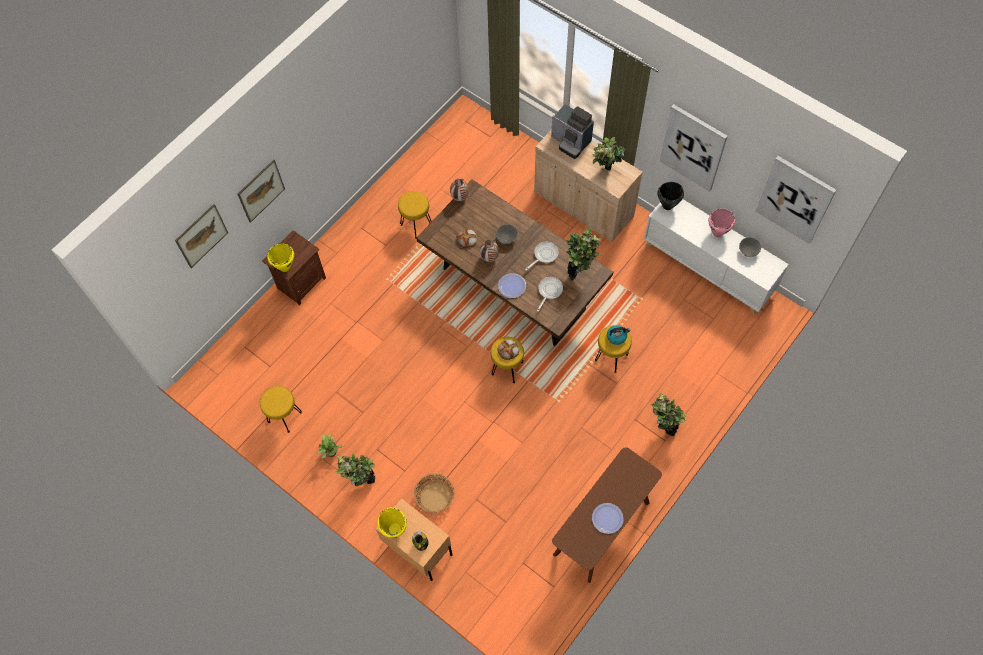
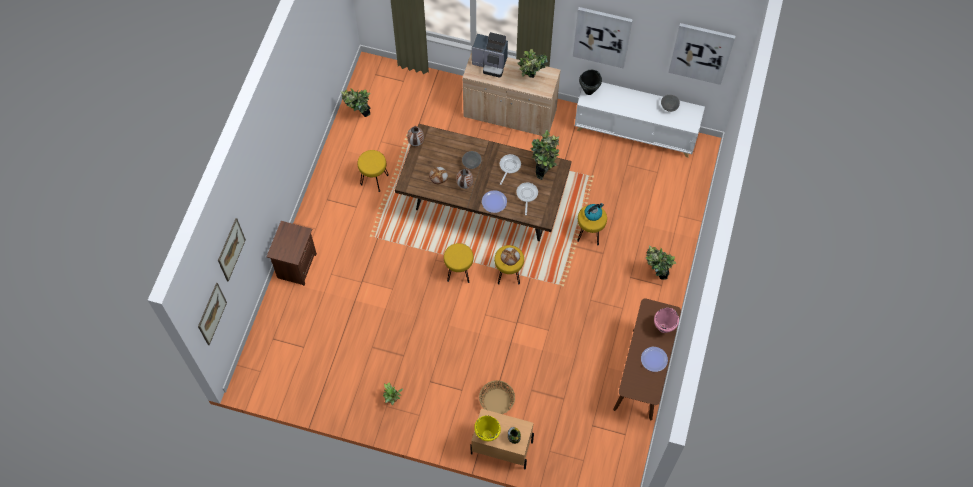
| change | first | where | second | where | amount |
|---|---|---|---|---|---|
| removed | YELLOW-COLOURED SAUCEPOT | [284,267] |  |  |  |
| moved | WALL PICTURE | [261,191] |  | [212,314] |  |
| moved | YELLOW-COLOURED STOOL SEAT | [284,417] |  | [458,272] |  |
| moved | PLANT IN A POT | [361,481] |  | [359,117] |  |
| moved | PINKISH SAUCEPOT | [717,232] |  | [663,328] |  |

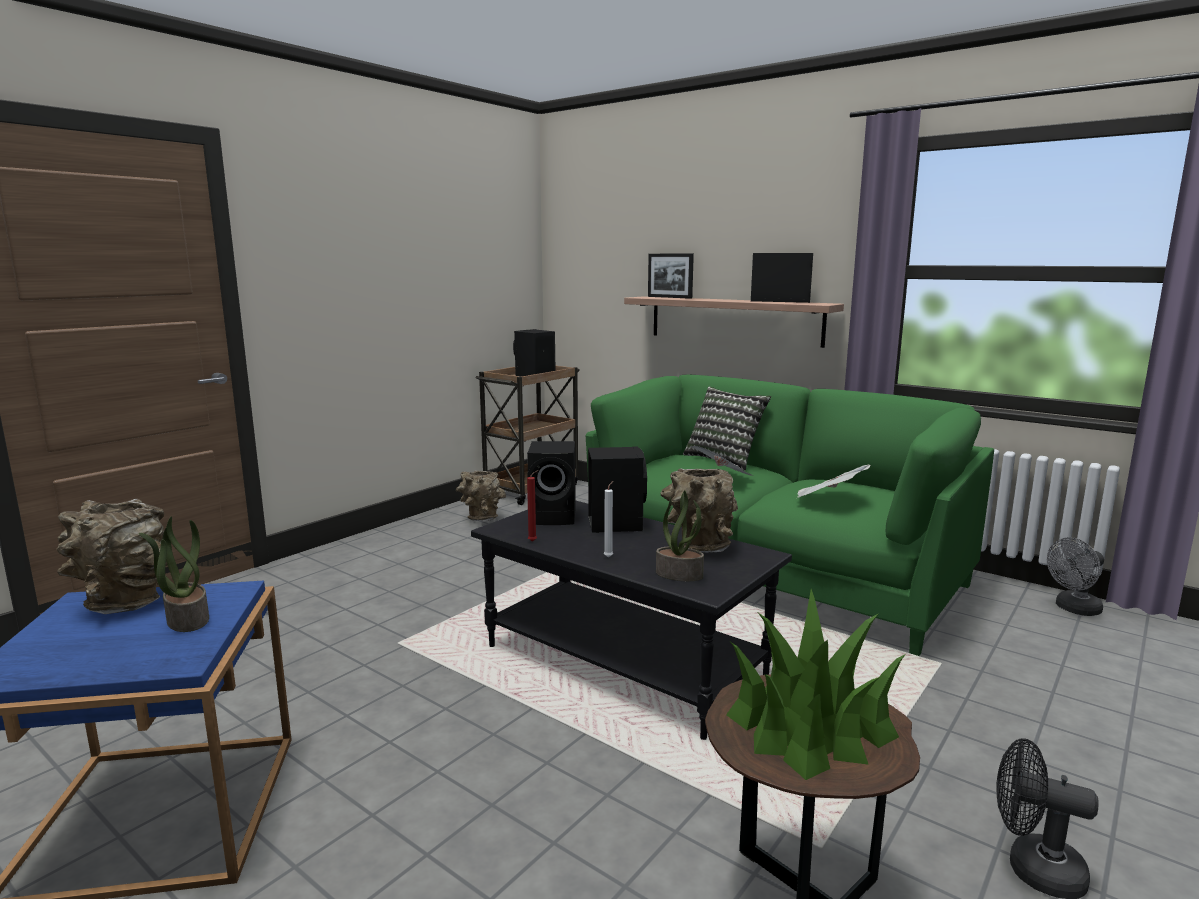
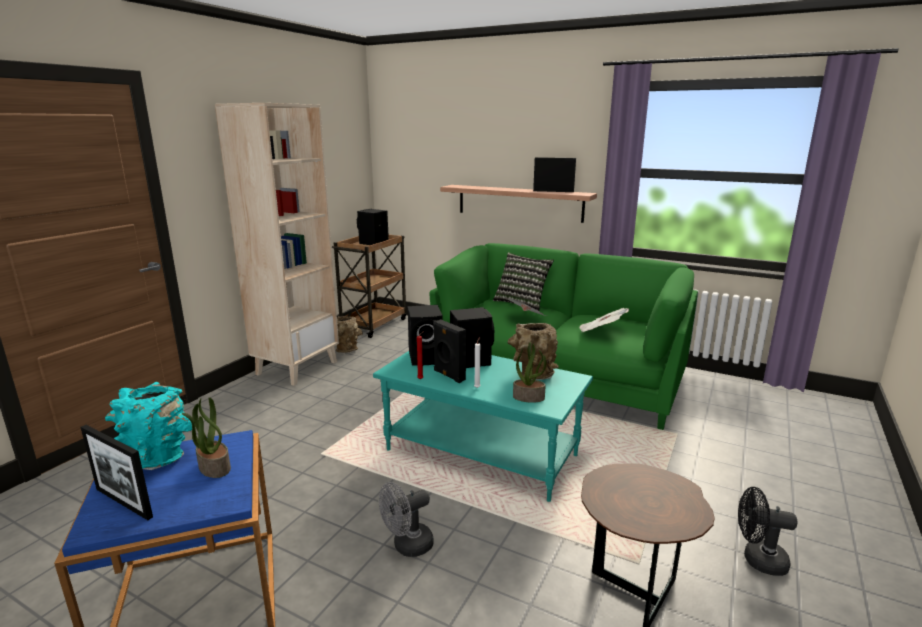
| change | first | where | second | where | amount |
|---|---|---|---|---|---|
| removed | PLANT IN A POT | [809,727] |  |  |  |
| added |  |  | BEIGE BOOKSHELF | [297,367] |  |
| added |  |  | BLACK-COLOURED AUDIO SPEAKER | [448,375] |  |
| moved | PICTURE FRAME | [669,297] |  | [123,503] |  |
| moved | GREY FAN | [1073,609] |  | [407,546] |  |
| recoloured | BROWN-COLOURED VASE | [125,602] | BLUE-GREEN VASE | [157,458] |  |
| recoloured | BLACK-COLOURED COFFEE TABLE | [625,662] | BLUE-GREEN COFFEE TABLE | [482,452] |  |

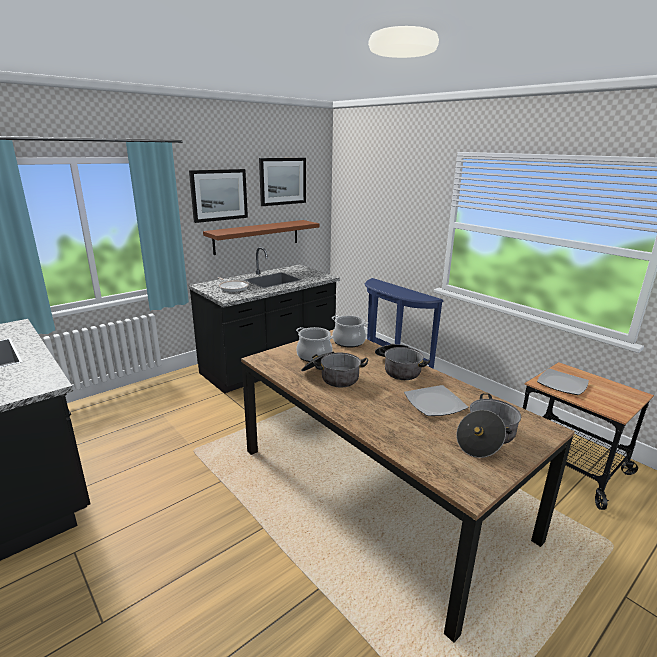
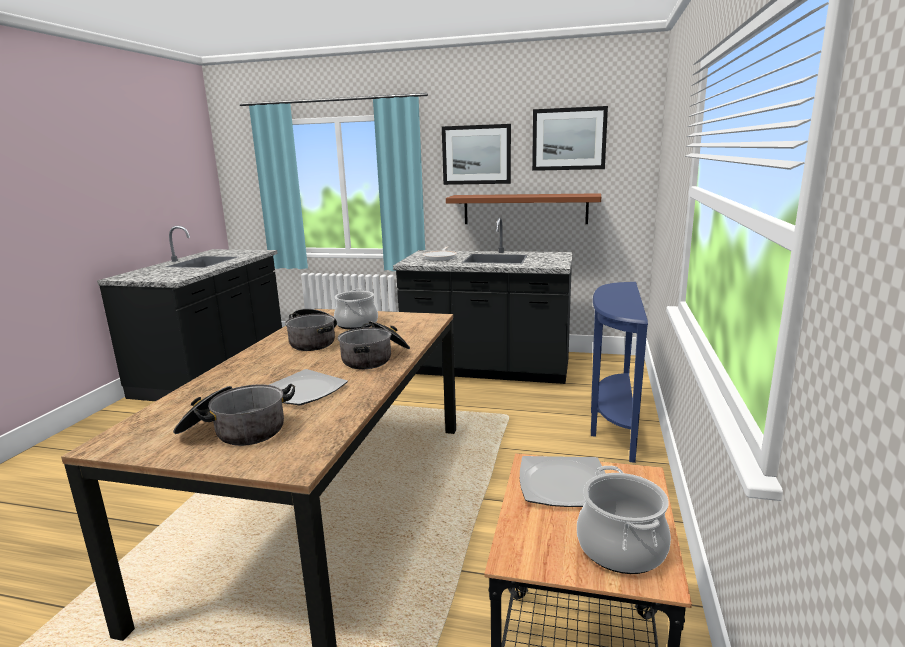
| change | first | where | second | where | amount |
|---|---|---|---|---|---|
| moved | SAUCEPOT | [349,342] |  | [621,548] |  |

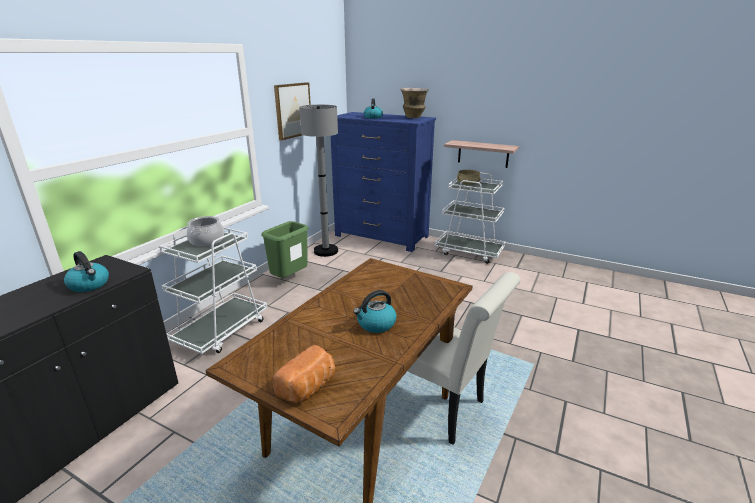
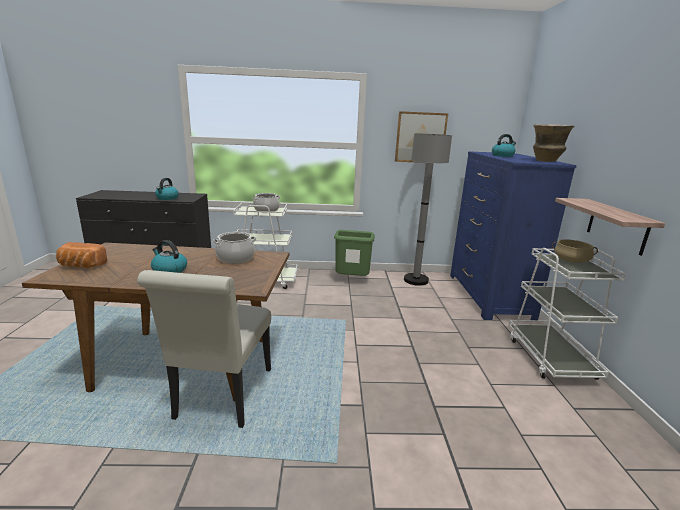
| change | first | where | second | where | amount |
|---|---|---|---|---|---|
| added |  |  | SAUCEPOT | [235,258] |  |

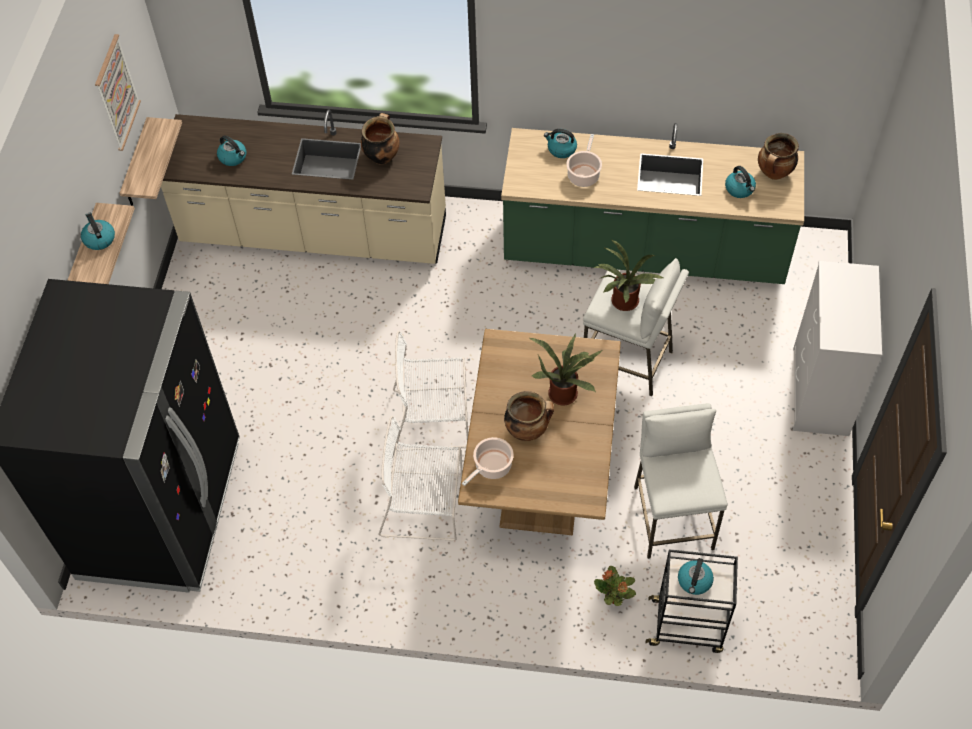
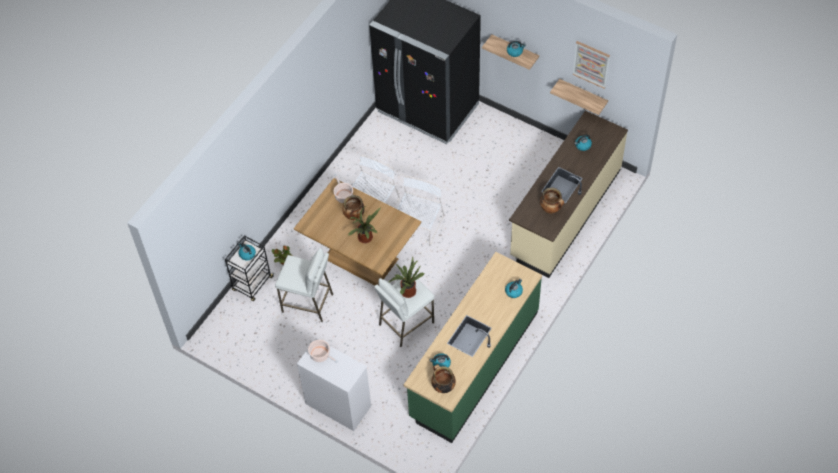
| change | first | where | second | where | amount |
|---|---|---|---|---|---|
| moved | SAUCEPOT | [584,174] |  | [321,355] |  |

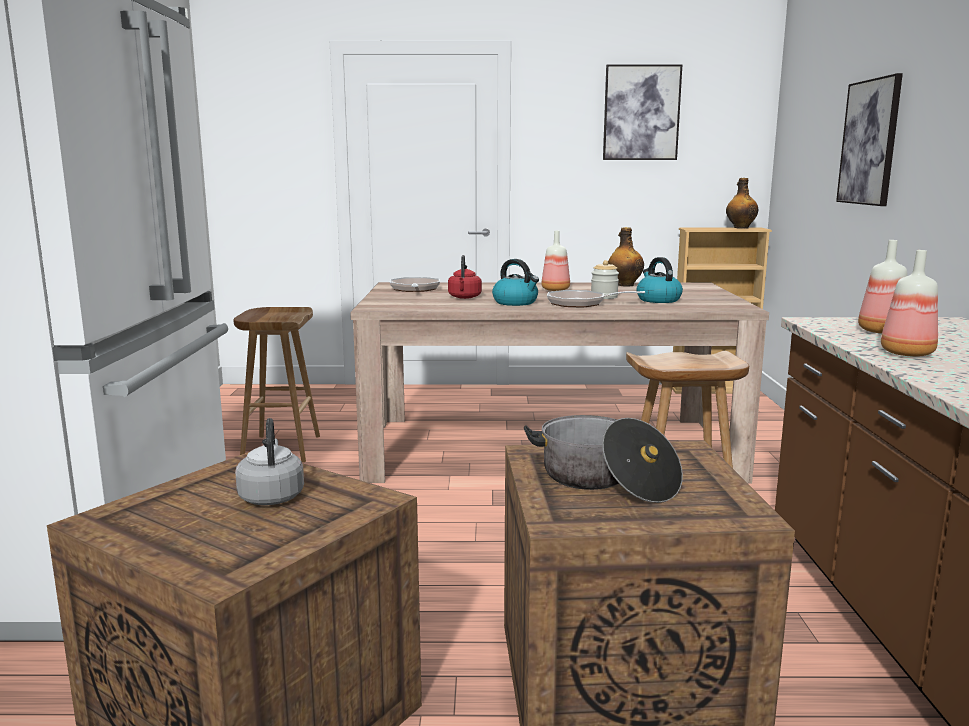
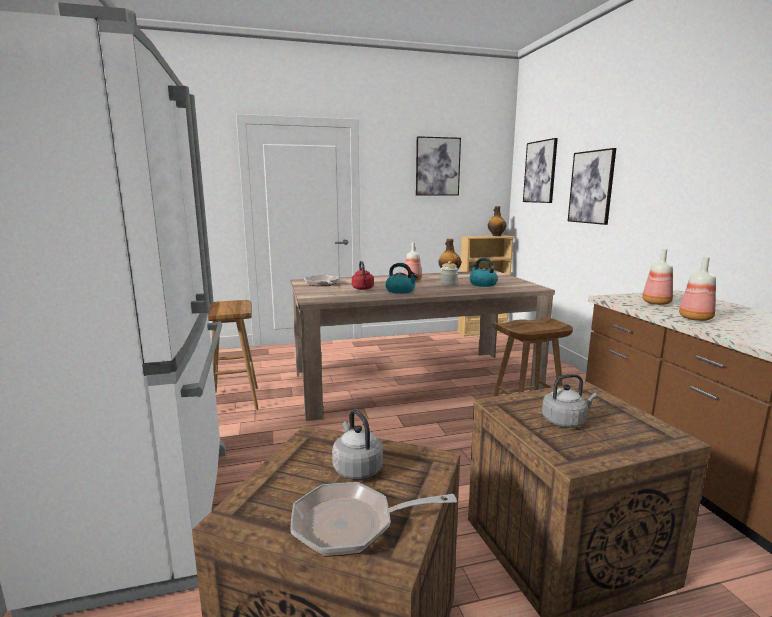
| change | first | where | second | where | amount |
|---|---|---|---|---|---|
| added |  |  | WALL PICTURE | [540,172] |  |
| moved | SKILLET | [581,303] |  | [351,525] |  |
| replaced | SAUCEPOT | [605,481] | GREY WATER KETTLE | [565,421] |  |

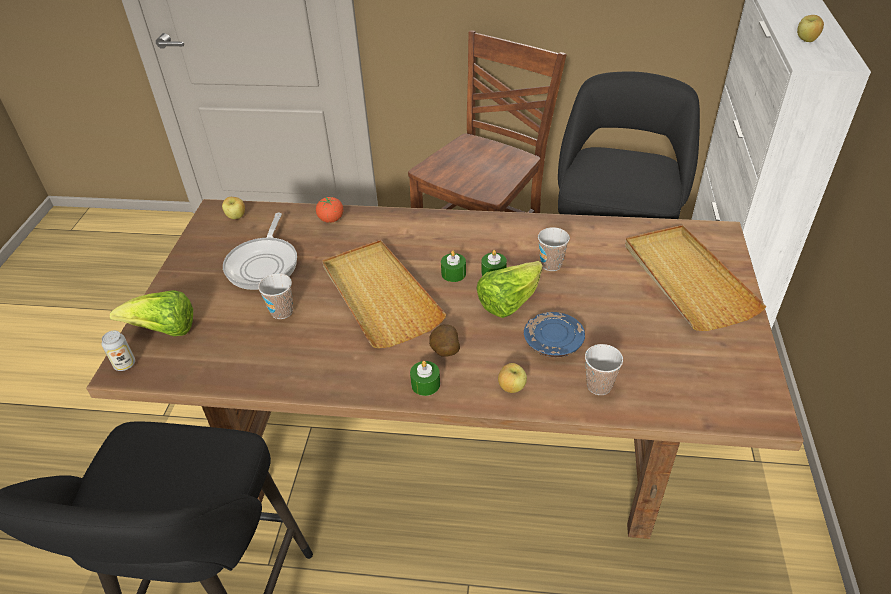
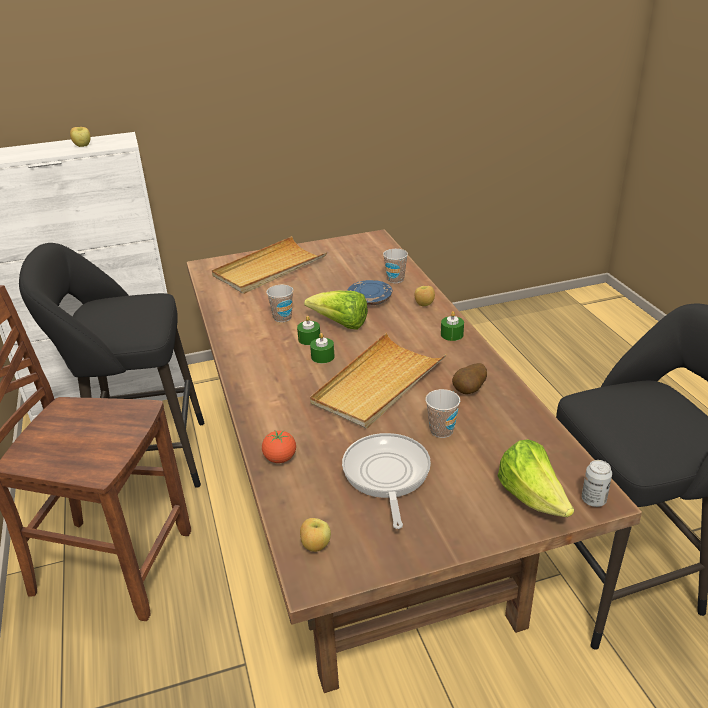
| change | first | where | second | where | amount |
|---|---|---|---|---|---|
| moved | SPUD | [444,352] |  | [469,391] |  |
| turned | SKILLET | [264,264] |  | [386,475] | 75 degrees counterclockwise |

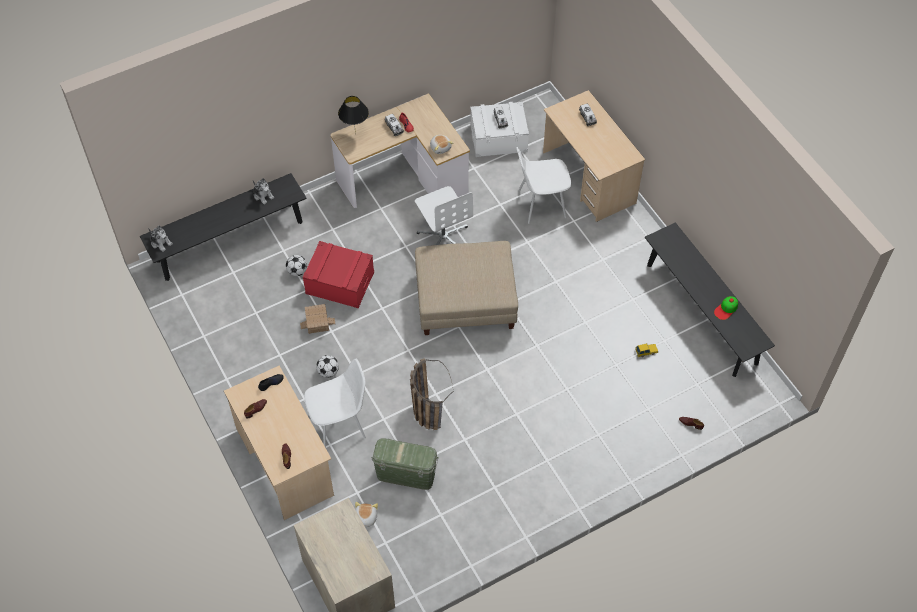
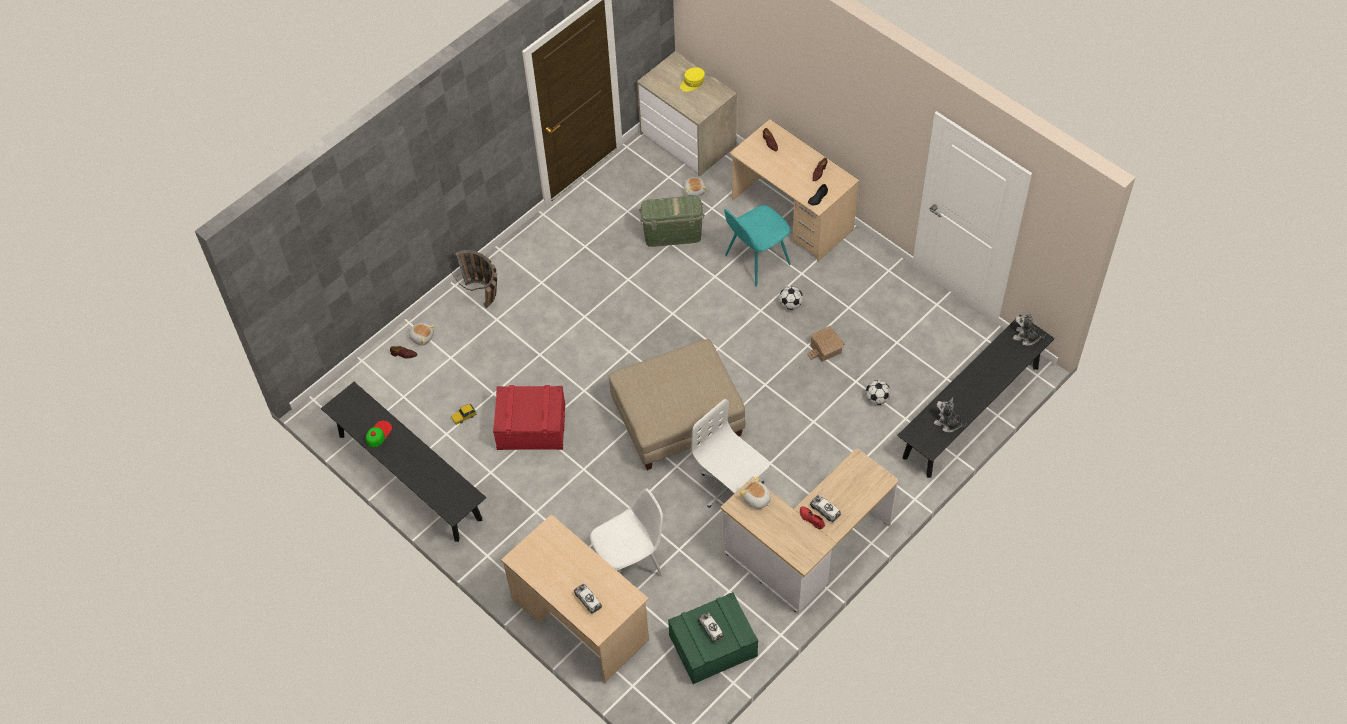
| change | first | where | second | where | amount |
|---|---|---|---|---|---|
| removed | BLACK-COLOURED LAMP FOR A TABLE | [355,134] |  |  |  |
| added |  |  | SOFT TOY | [422,337] |  |
| added |  |  | YELLOW-COLOURED PEAKED CAP | [692,82] |  |
| moved | RED-COLOURED STORAGE BIN | [339,283] |  | [531,426] |  |
| moved | STORAGE BASKET | [426,408] |  | [485,298] |  |
| recoloured | WHITE-COLOURED PLAIN CHAIR | [339,423] | BLUE-GREEN PLAIN CHAIR | [756,260] |  |
| recoloured | WHITE-COLOURED STORAGE BIN | [498,138] | GREENISH STORAGE BIN | [713,646] |  |

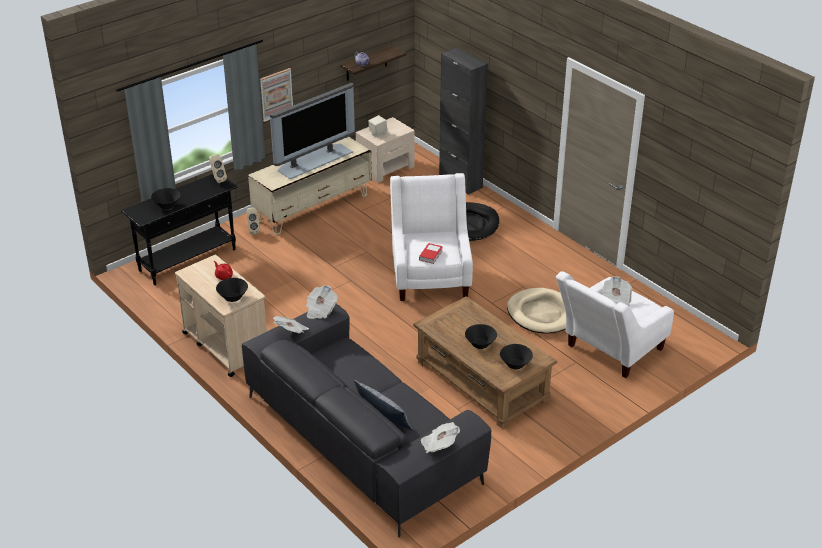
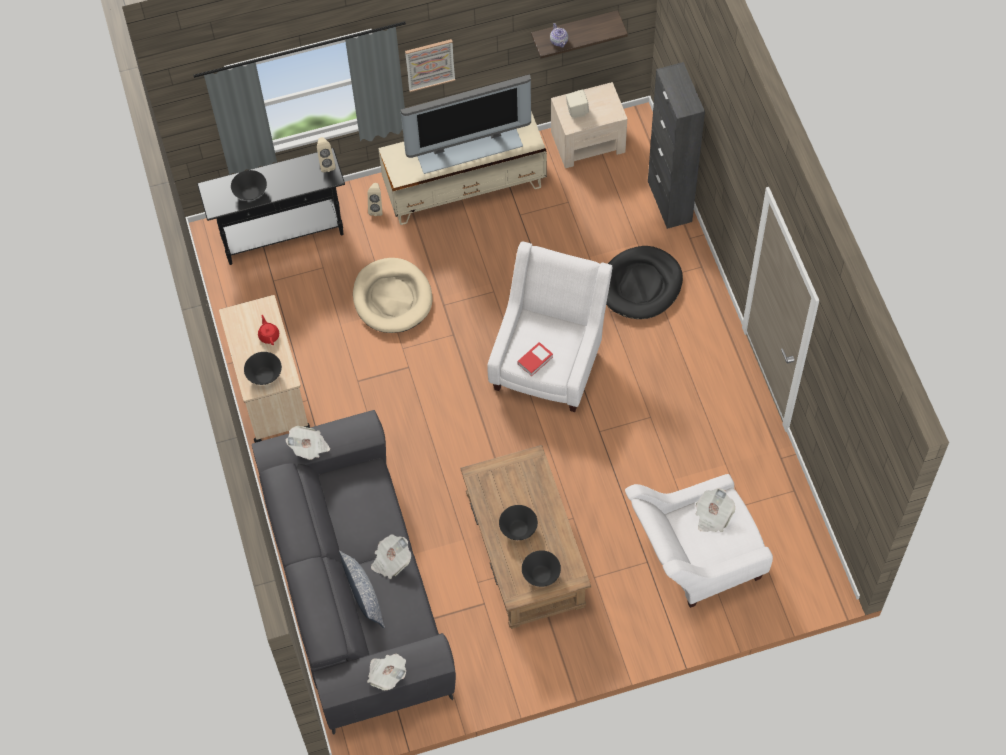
| change | first | where | second | where | amount |
|---|---|---|---|---|---|
| moved | NEWSPAPER | [320,310] |  | [391,561] |  |
| moved | BEIGE DOG CUSHION | [541,314] |  | [392,298] |  |

